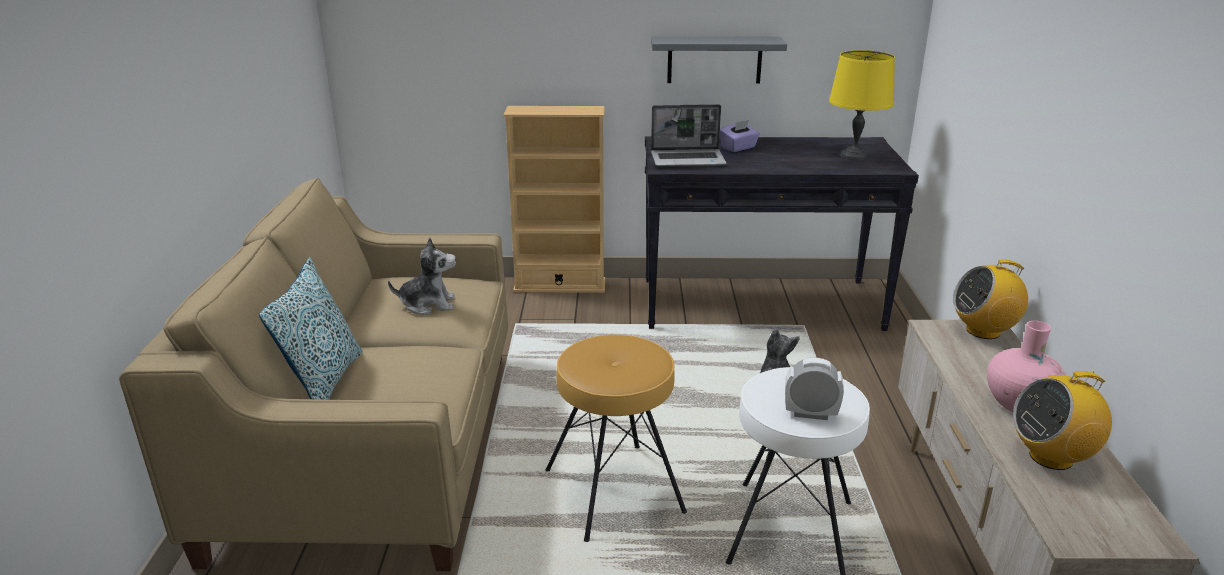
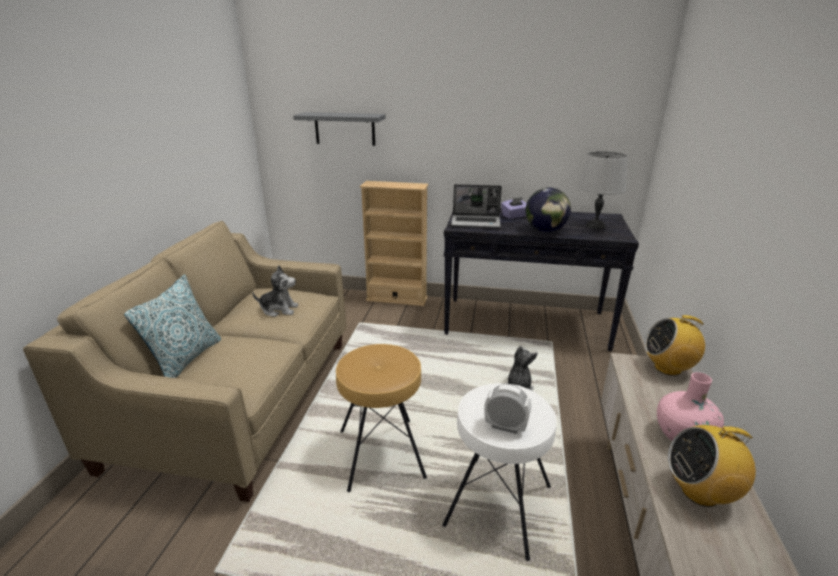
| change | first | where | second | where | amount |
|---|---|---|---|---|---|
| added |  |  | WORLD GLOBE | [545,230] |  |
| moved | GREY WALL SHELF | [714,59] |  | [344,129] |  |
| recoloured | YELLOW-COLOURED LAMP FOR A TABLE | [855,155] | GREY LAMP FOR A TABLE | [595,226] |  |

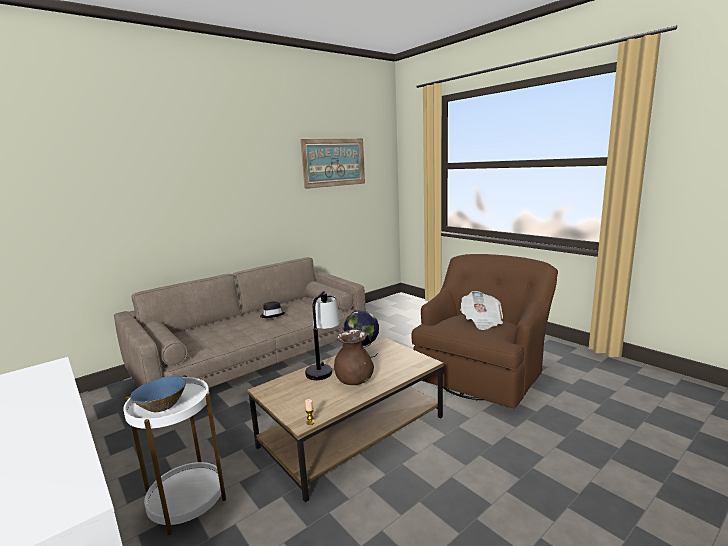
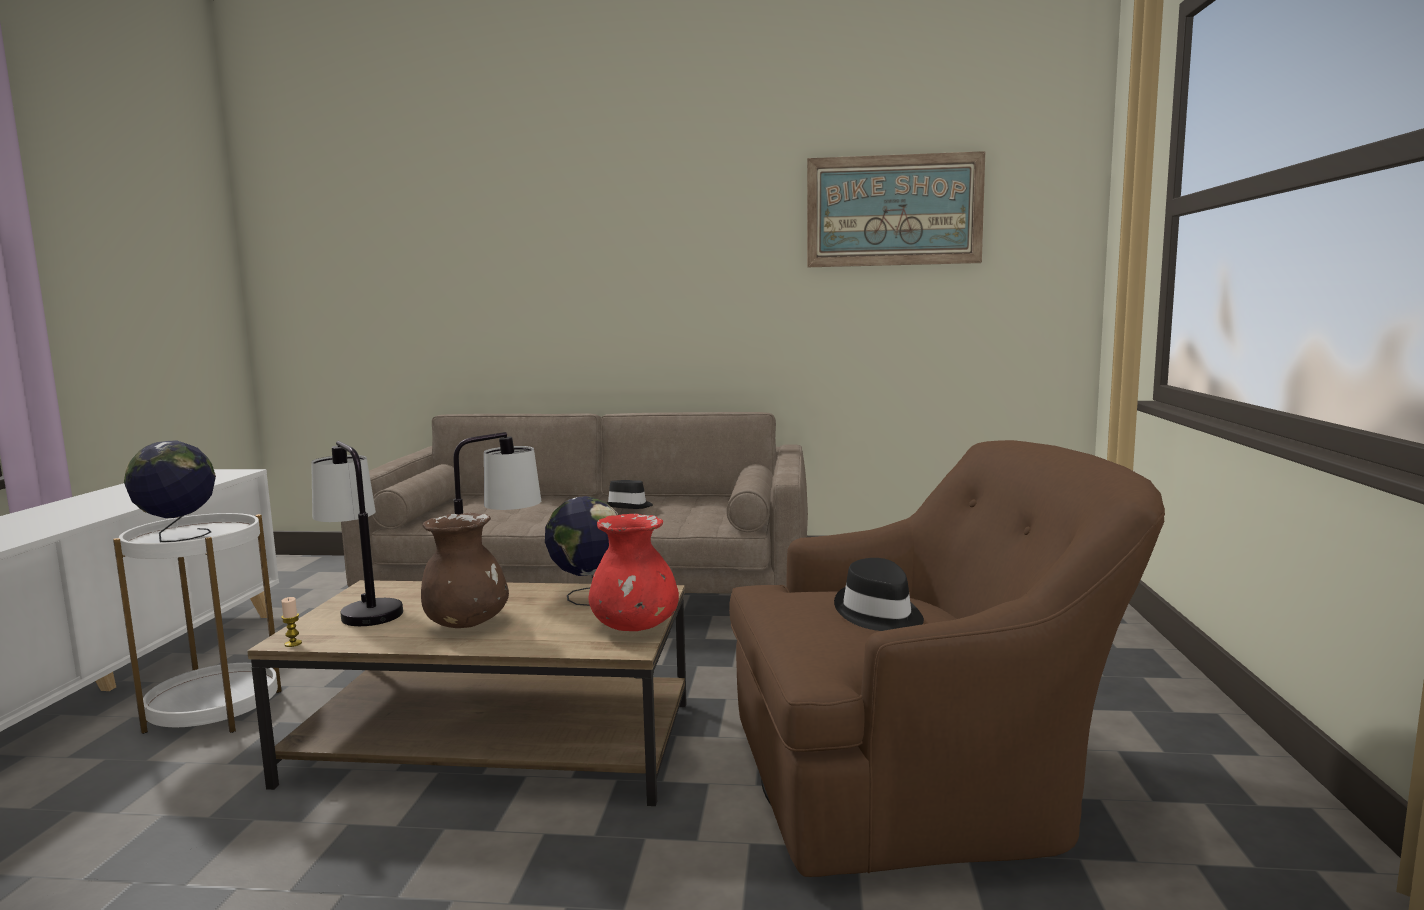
| change | first | where | second | where | amount |
|---|---|---|---|---|---|
| added |  |  | LAMP FOR A TABLE | [361,609] |  |
| added |  |  | RED-COLOURED VASE | [635,628] |  |
| replaced | BLUE BOWL | [162,405] | WORLD GLOBE | [178,537] |  |
| replaced | NEWSPAPER | [481,321] | BLACK-COLOURED WEARABLE HAT | [879,614] |  |

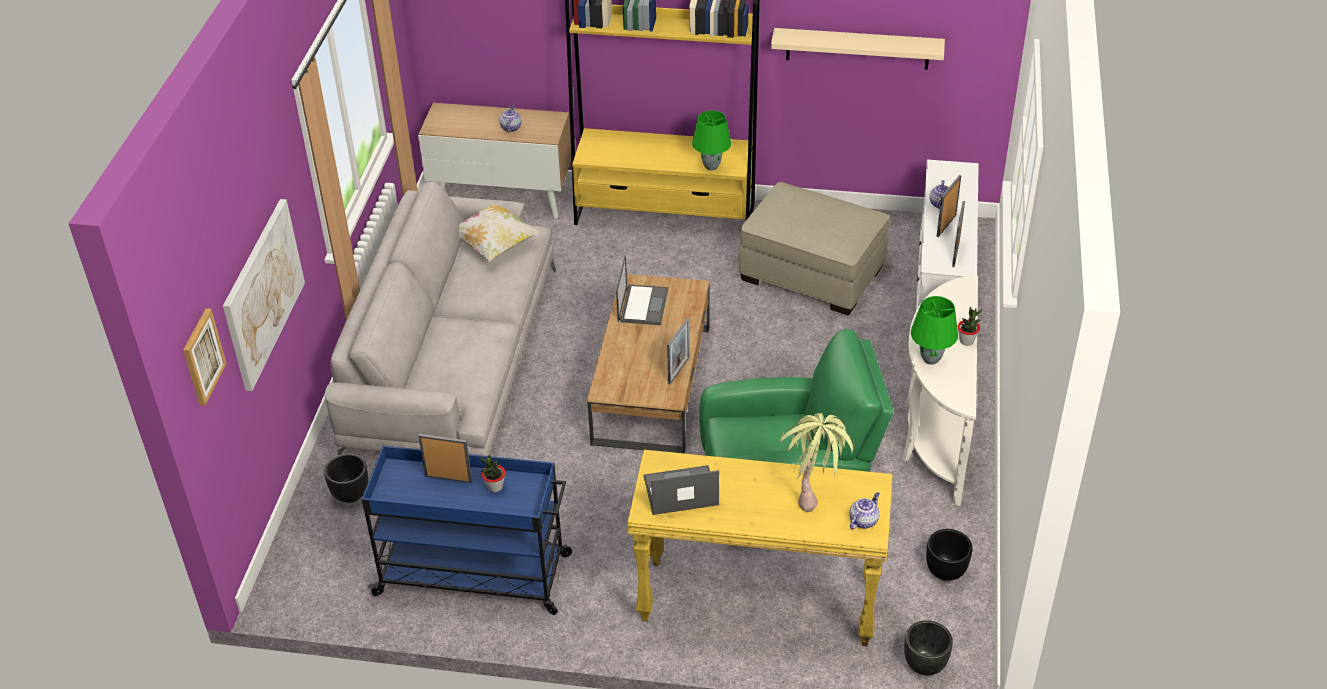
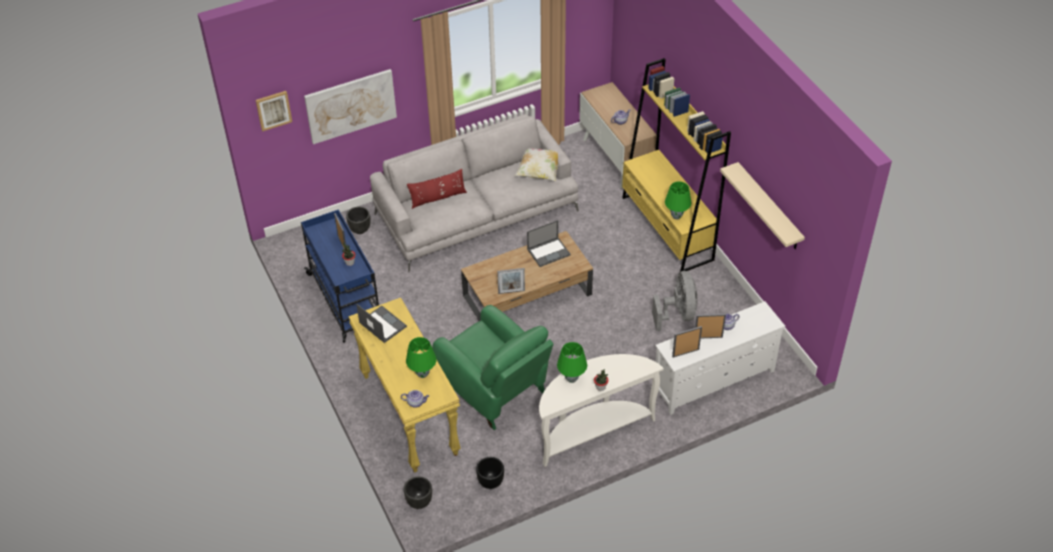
| change | first | where | second | where | amount |
|---|---|---|---|---|---|
| added |  |  | RED-COLOURED THROW PILLOW | [438,198] |  |
| replaced | BEIGE POUFFE | [811,272] | GREY FAN | [678,314] |  |
| replaced | PLANT IN A POT | [815,491] | GREENISH LAMP FOR A TABLE | [422,374] |  |

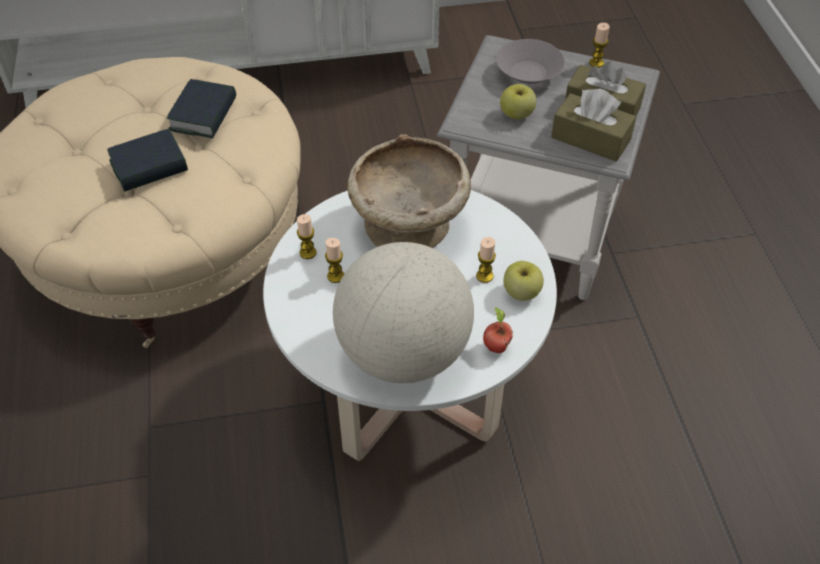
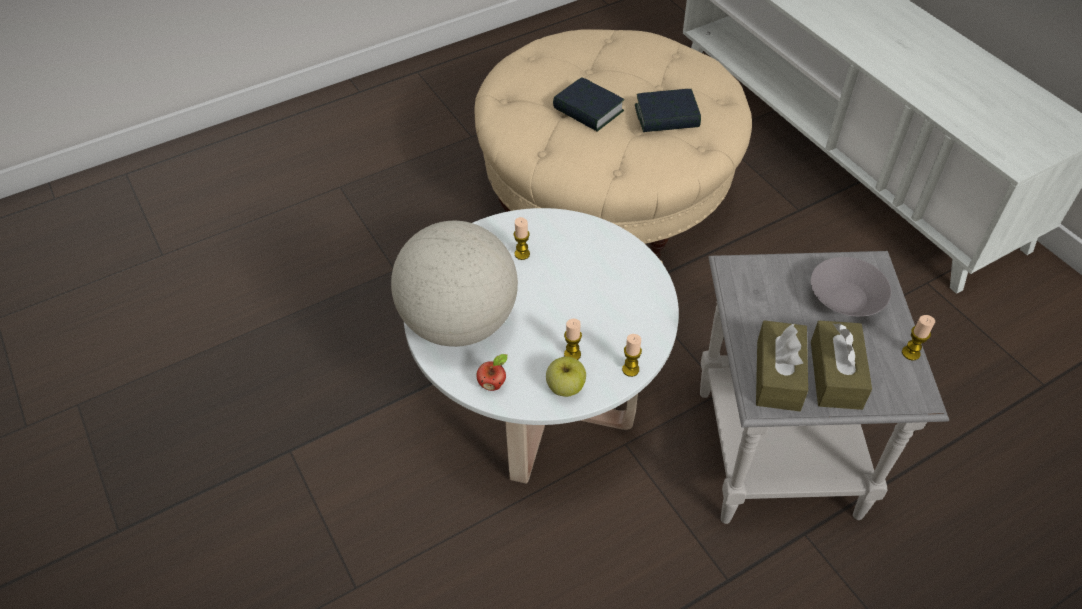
| change | first | where | second | where | amount |
|---|---|---|---|---|---|
| removed | BEIGE BOWL | [409,226] |  |  |  |
| removed | APPLE | [516,114] |  |  |  |
| moved | WAX LIGHT | [308,253] |  | [630,369] |  |

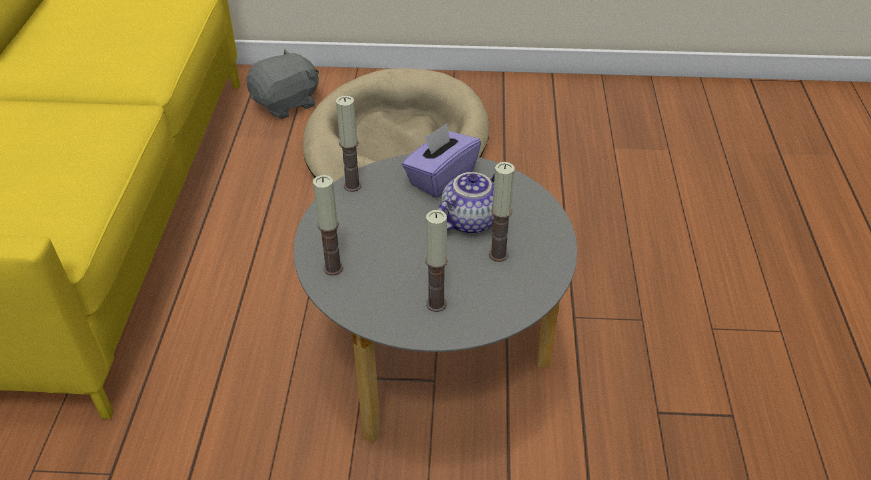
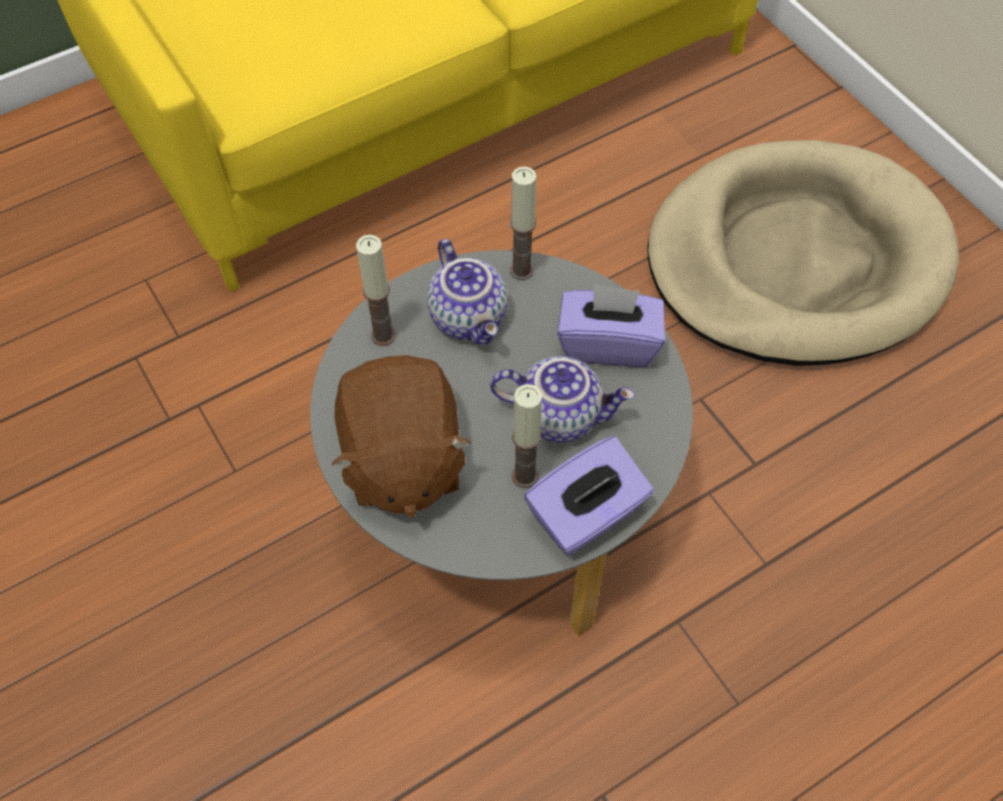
| change | first | where | second | where | amount |
|---|---|---|---|---|---|
| removed | GREY SOFT TOY | [286,104] |  |  |  |
| added |  |  | TEA POT | [470,317] |  |
| added |  |  | PURPLE-COLOURED BOX OF TISSUES | [586,515] |  |
| replaced | WAX LIGHT | [436,304] | BROWN-COLOURED SOFT TOY | [401,460] |  |

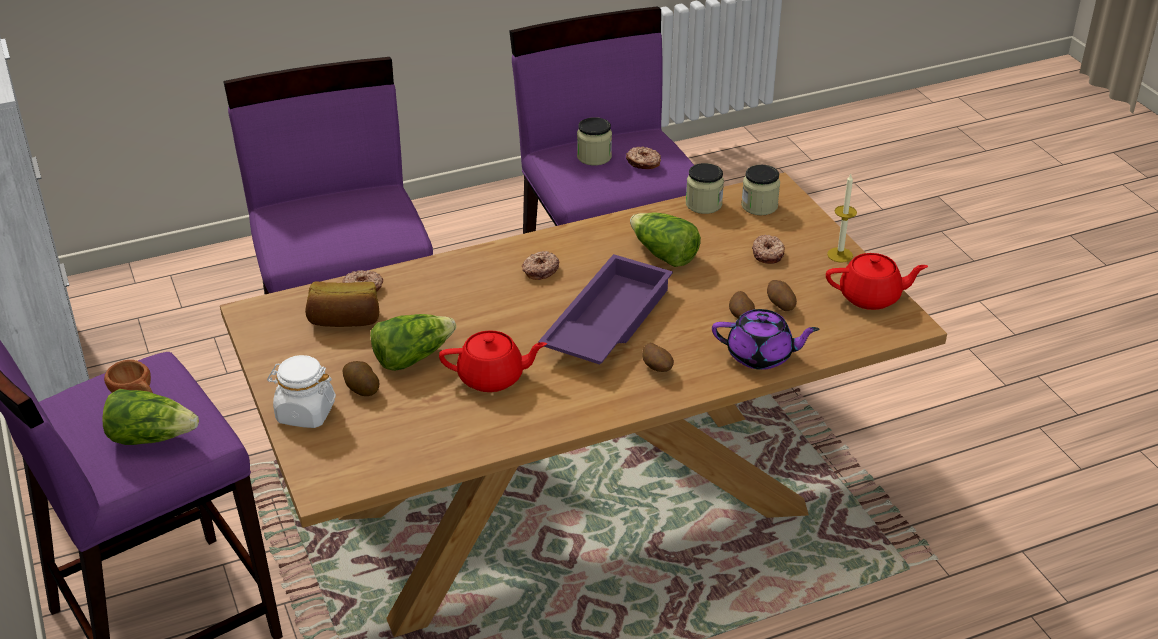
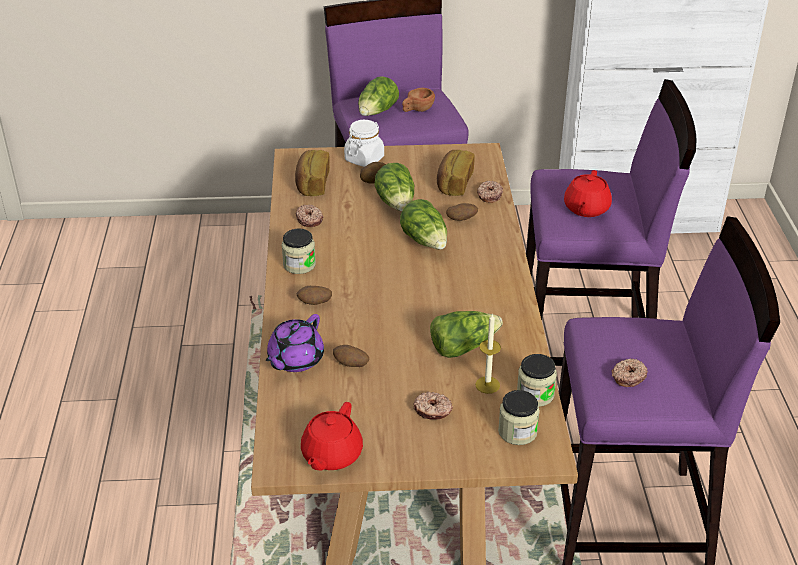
| change | first | where | second | where | amount |
|---|---|---|---|---|---|
| removed | PURPLE-COLOURED TRAY | [605,321] |  |  |  |
| added |  |  | BREAD | [312,184] |  |
| added |  |  | LETTUCE | [426,241] |  |
| moved | RED-COLOURED TEA POT | [492,377] |  | [586,209] |  |
| moved | DONUT | [540,270] |  | [309,219] |  |
| moved | STORAGE JAR | [594,157] |  | [299,265] |  |
| moved | SPUD | [780,305] |  | [461,219] |  |
| moved | WAX LIGHT | [840,255] |  | [487,385] |  |

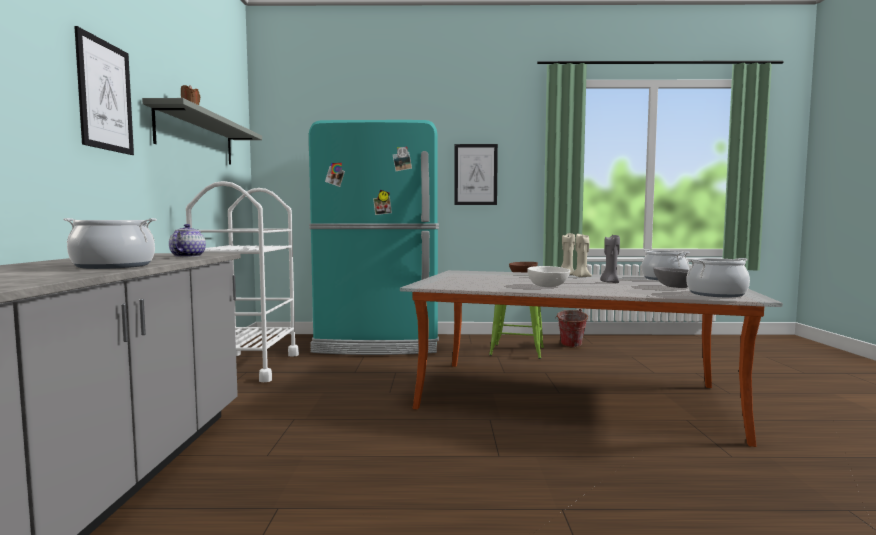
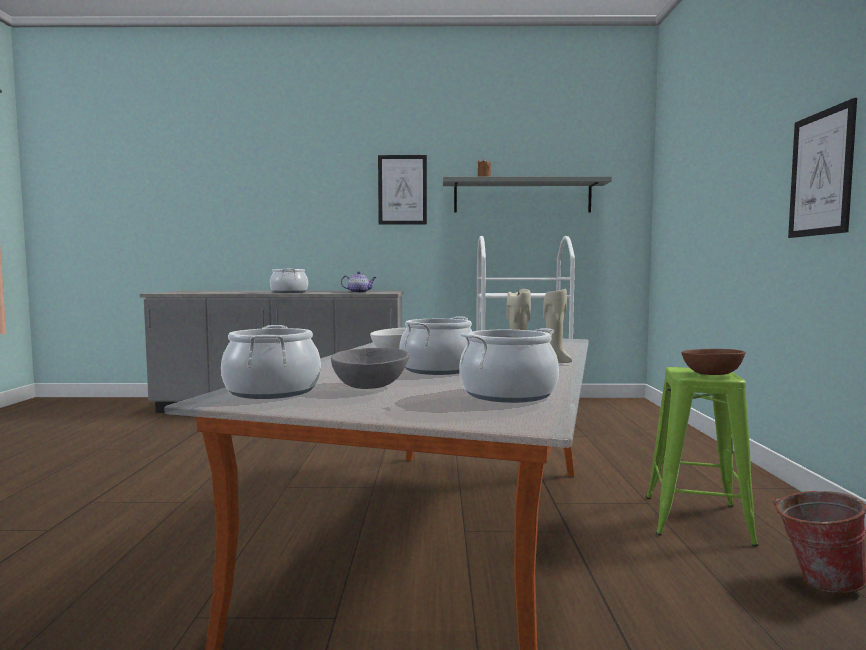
| change | first | where | second | where | amount |
|---|---|---|---|---|---|
| removed | BLUE-GREEN KITCHEN FRIDGE | [379,344] |  |  |  |
| replaced | GREY WAX LIGHT | [610,282] | SAUCEPOT | [438,369] |  |

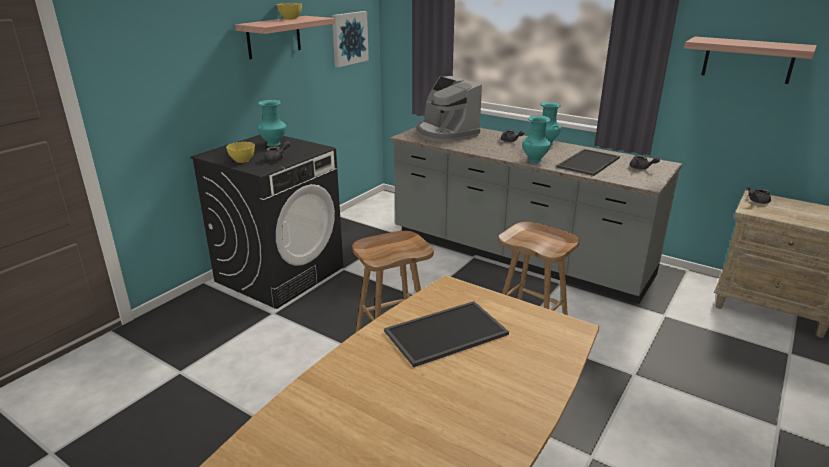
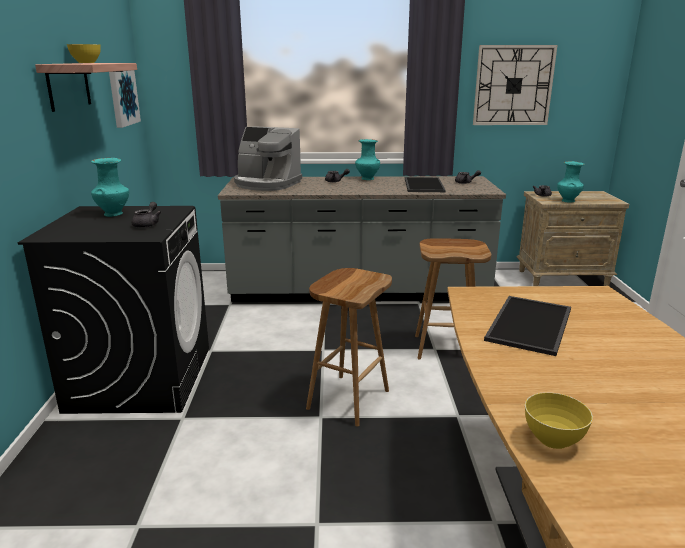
| change | first | where | second | where | amount |
|---|---|---|---|---|---|
| moved | YELLOW-COLOURED BOWL | [242,160] |  | [553,439] |  |
| moved | BLUE-GREEN VASE | [535,160] |  | [567,200] |  |
| replaced | WALL SHELF | [748,60] | HANGING CLOCK | [513,85] |  |

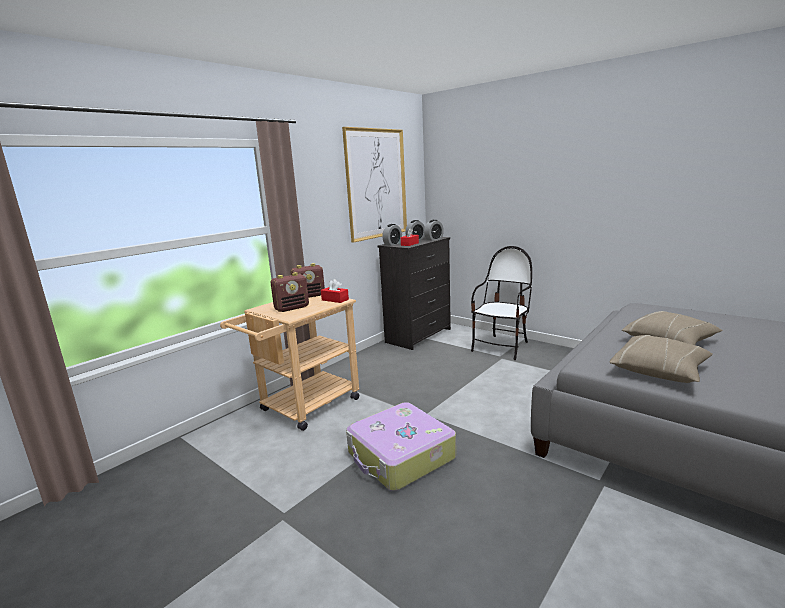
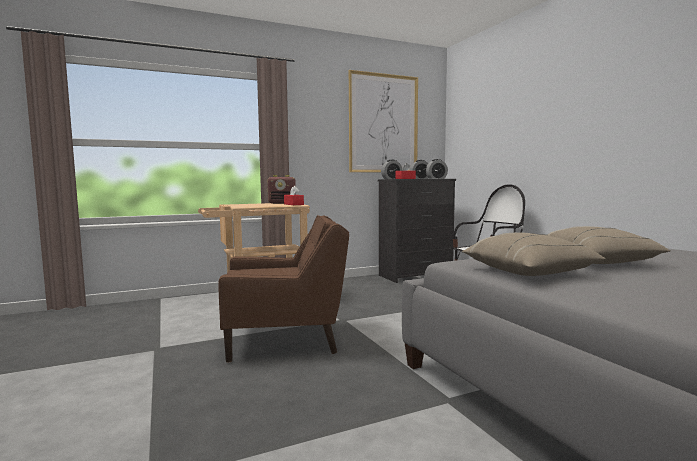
| change | first | where | second | where | amount |
|---|---|---|---|---|---|
| removed | RADIO RECEIVER | [292,308] |  |  |  |
| replaced | PIECE OF LUGGAGE | [400,456] | BROWN-COLOURED ARMCHAIR | [286,339] |  |

